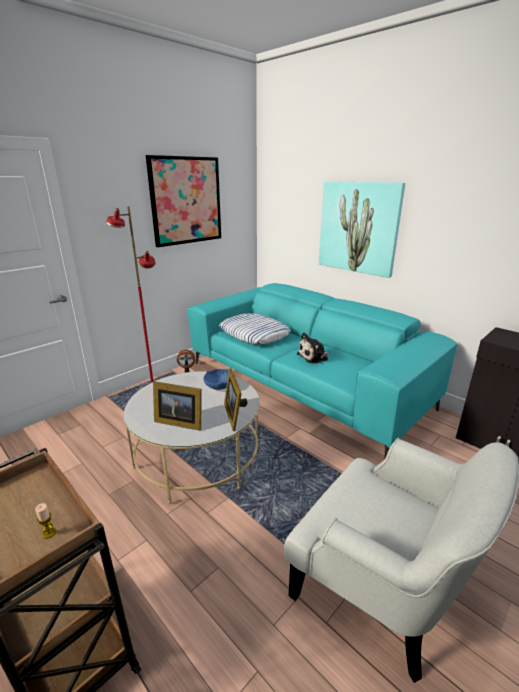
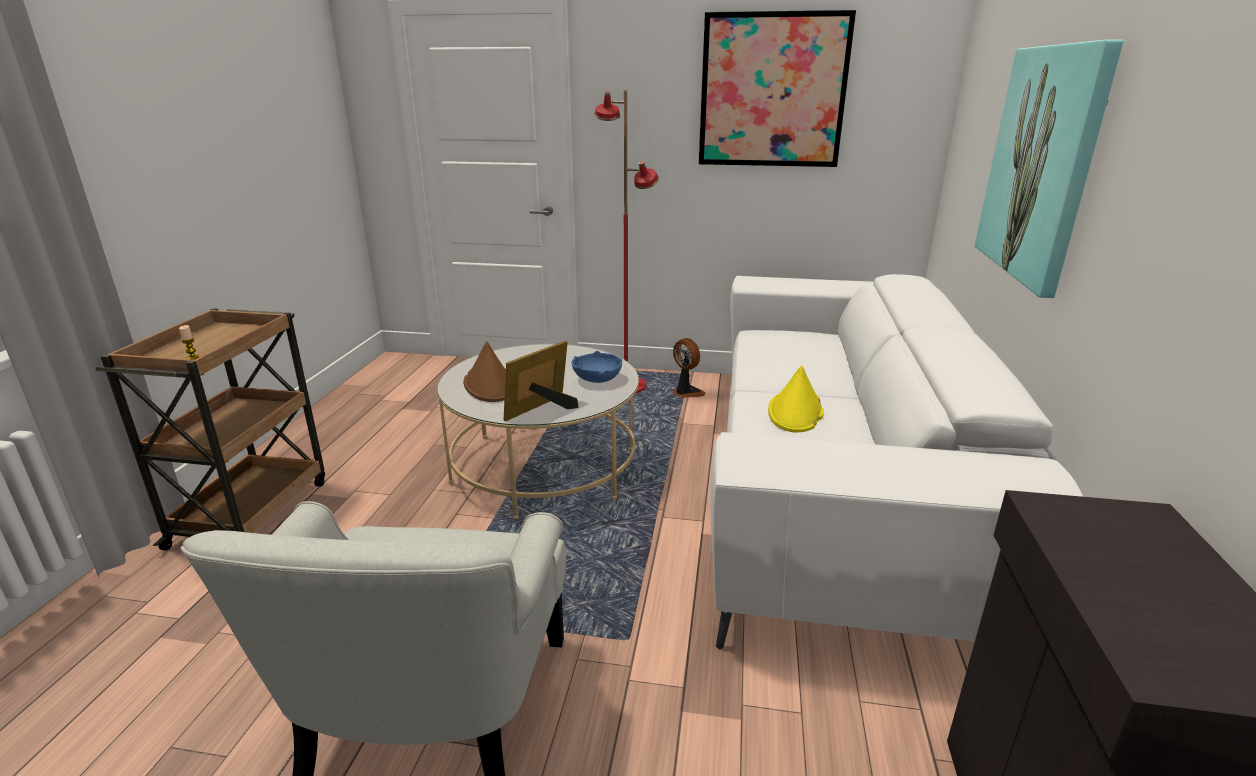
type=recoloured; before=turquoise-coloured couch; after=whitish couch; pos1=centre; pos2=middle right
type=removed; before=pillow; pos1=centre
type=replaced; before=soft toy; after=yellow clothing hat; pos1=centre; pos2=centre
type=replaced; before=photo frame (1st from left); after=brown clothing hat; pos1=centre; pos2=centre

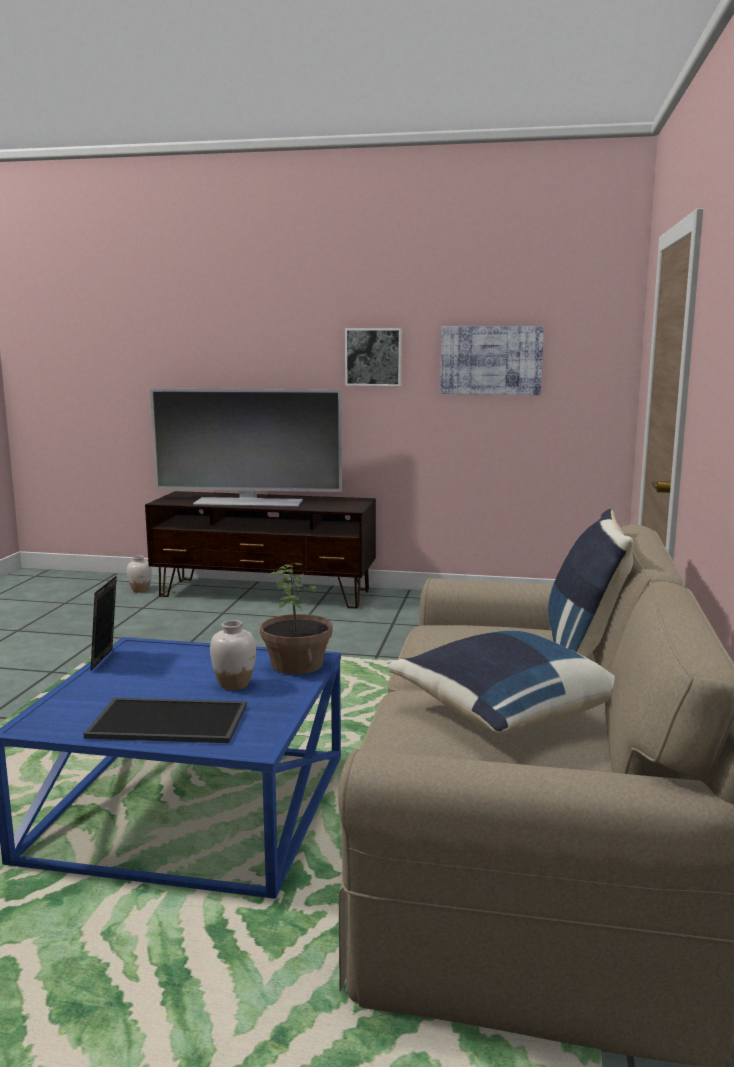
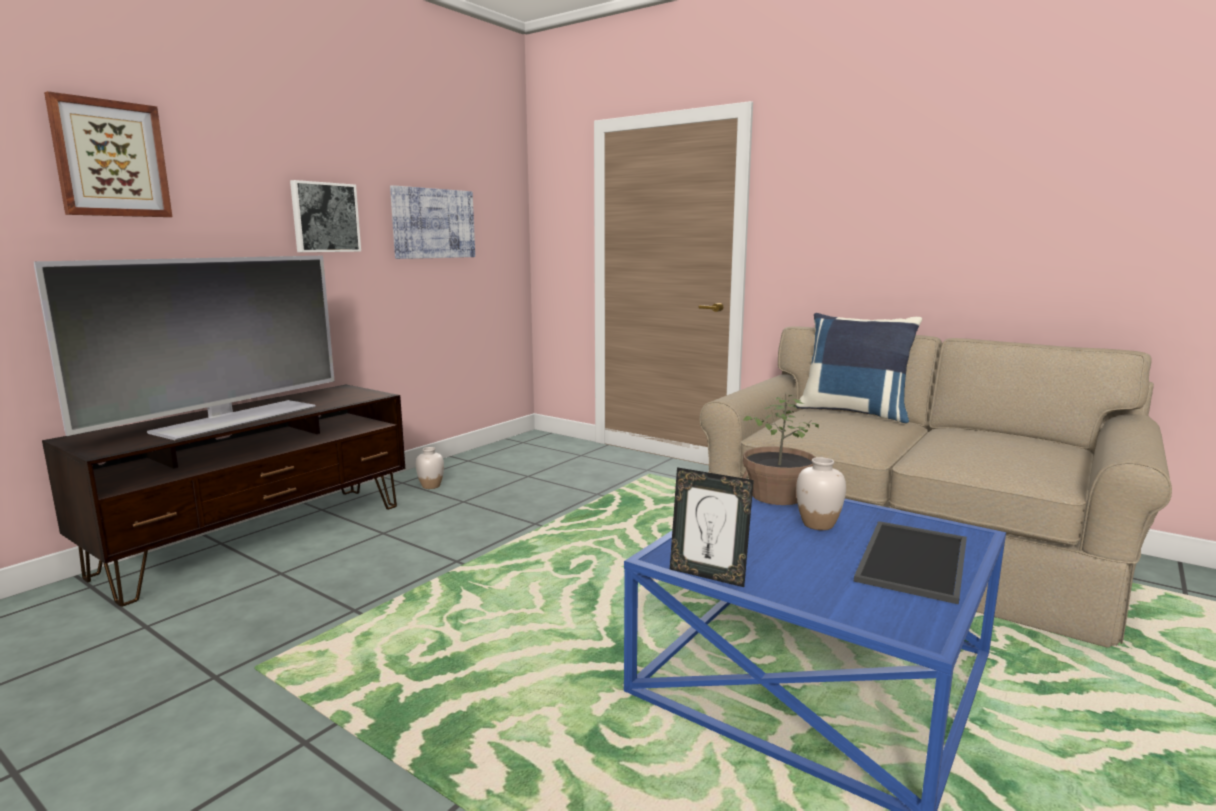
type=moved; before=whitish decorative vase (1st from left); pos1=middle left; pos2=centre
type=removed; before=bluish pillow (1st from left); pos1=middle right
type=added; after=wall art (1st from left); pos2=top left

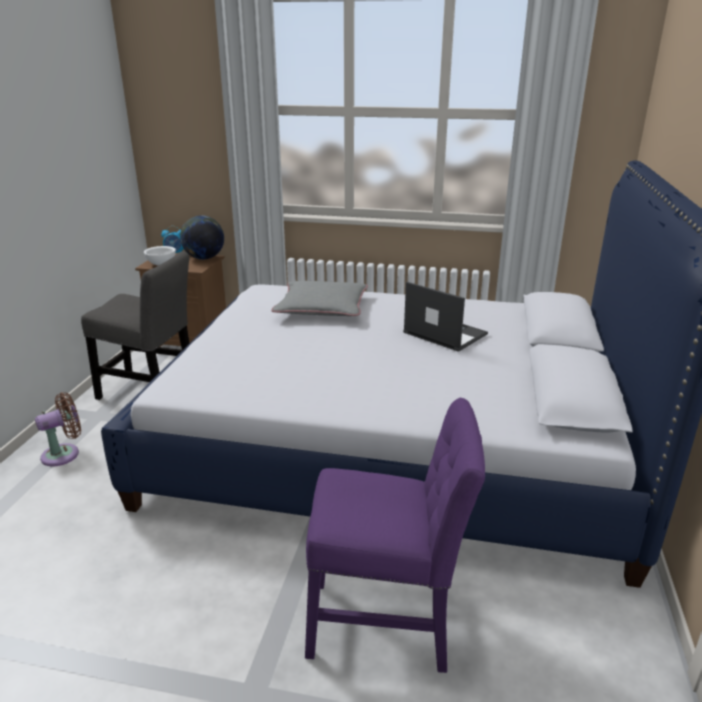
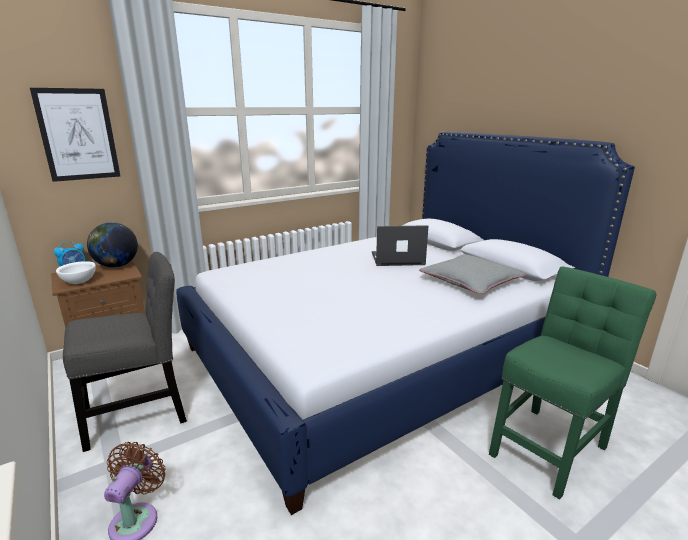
type=moved; before=grey pillow; pos1=centre; pos2=middle right
type=recoloured; before=purplish upright chair; after=green upright chair; pos1=bottom centre; pos2=bottom right
type=added; after=wall art; pos2=top left

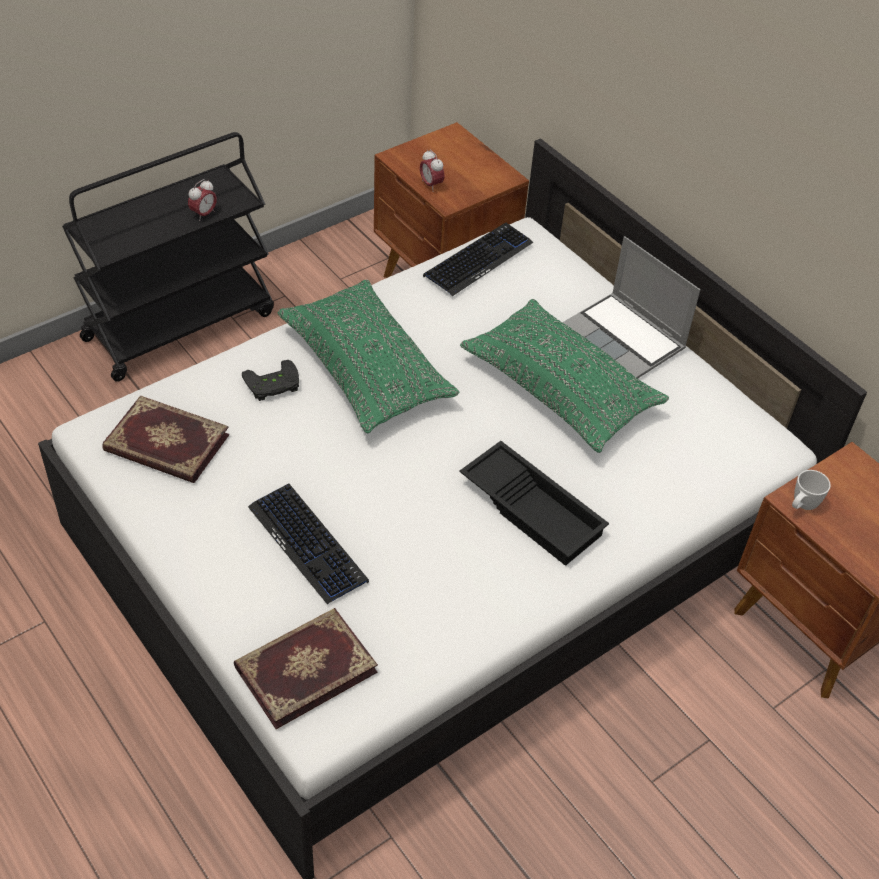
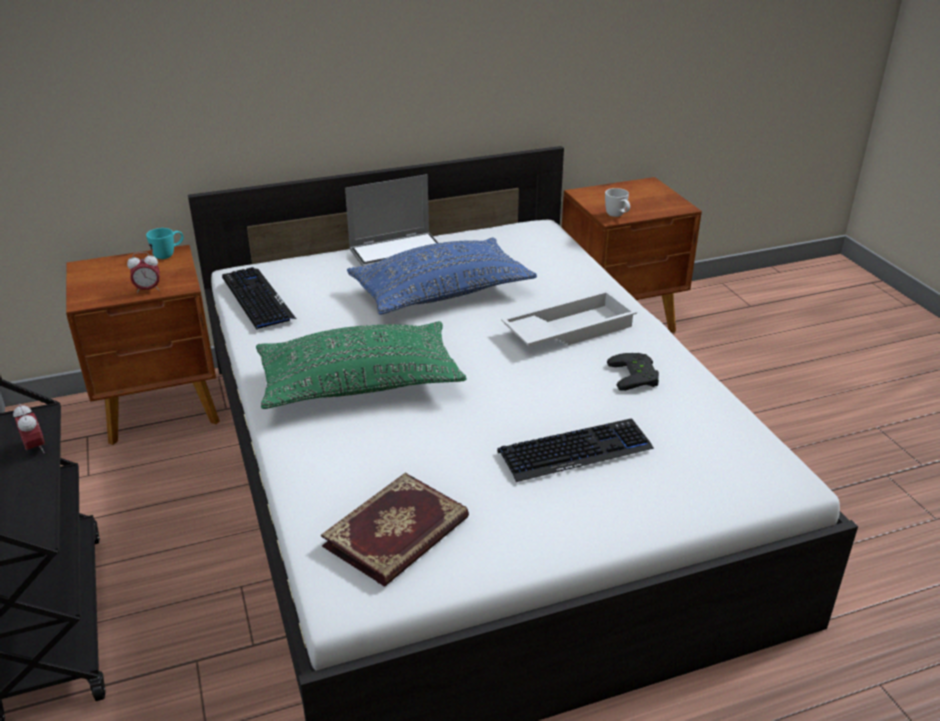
type=recoloured; before=green pillow (2nd from left); after=bluish pillow; pos1=centre; pos2=centre
type=moved; before=black gamepad; pos1=middle left; pos2=middle right
type=recoloured; before=black carrying tray; after=whitish carrying tray; pos1=centre; pos2=centre
type=removed; before=volume (2nd from left); pos1=bottom centre
type=added; after=turquoise-coloured coffee mug; pos2=middle left

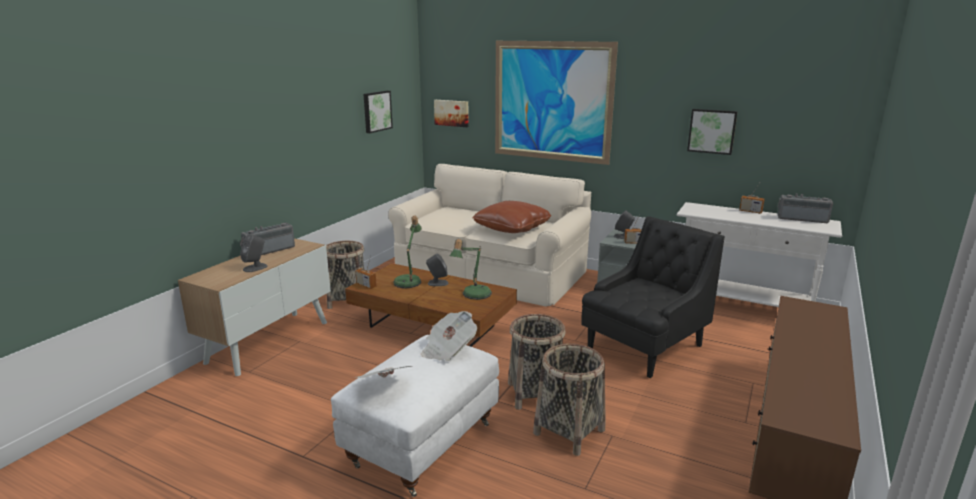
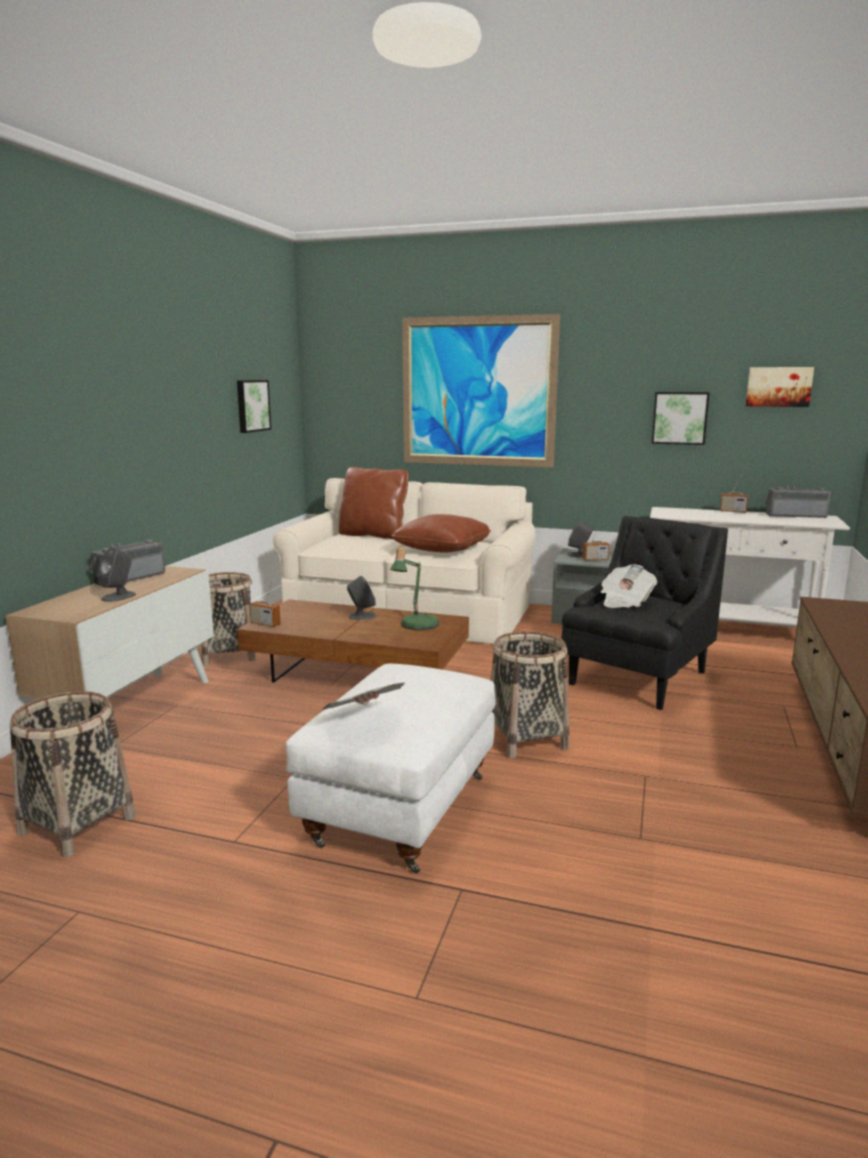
type=moved; before=wall art (2nd from left in the first image); after=wall art (4th from left); pos1=top centre; pos2=middle right
type=removed; before=tabletop lamp (1st from left); pos1=centre
type=moved; before=daily paper (2nd from left); pos1=bottom centre; pos2=middle right
type=moved; before=household basket (3rd from left in the first image); after=household basket (1st from left); pos1=bottom centre; pos2=bottom left
type=added; after=brown pillow (1st from left); pos2=centre

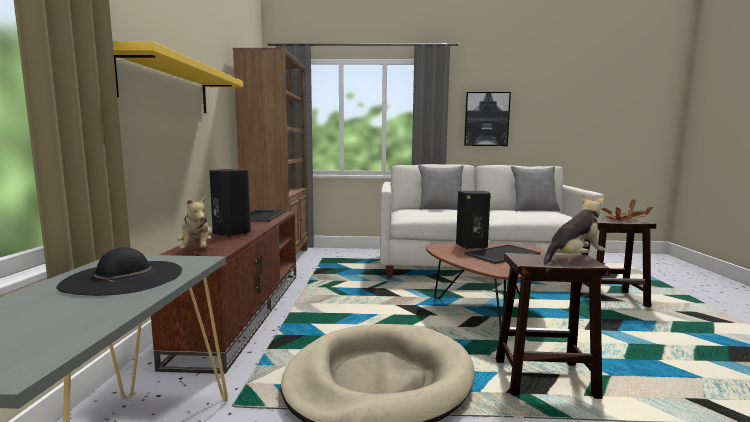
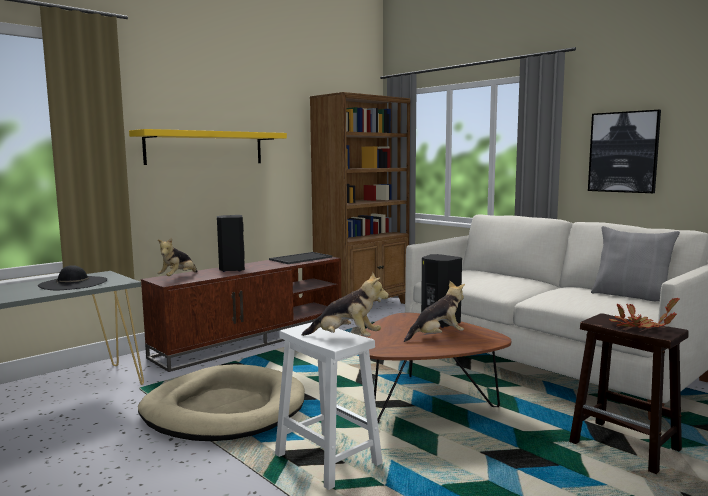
type=removed; before=grey pillow (1st from left); pos1=centre
type=replaced; before=carrying tray (2nd from left); after=soft toy (3rd from left); pos1=middle right; pos2=centre
type=recoloured; before=brown stool (1st from left); after=whitish stool; pos1=bottom right; pos2=bottom centre

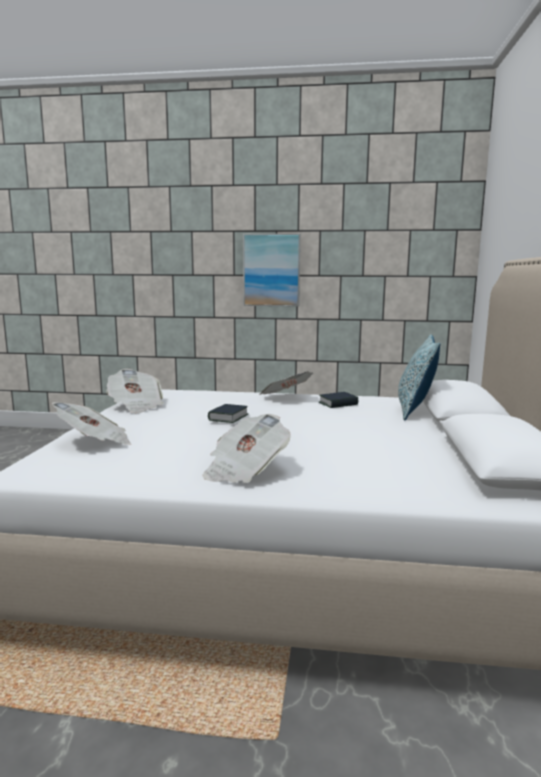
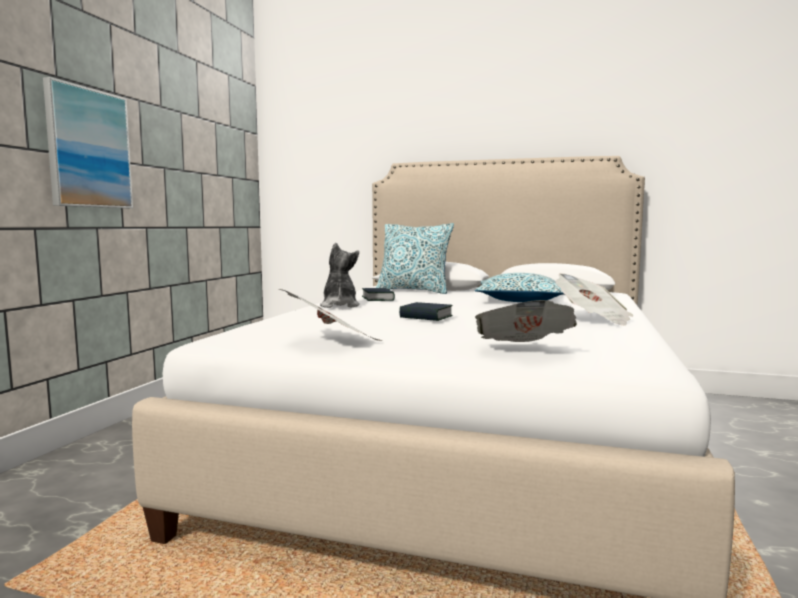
type=replaced; before=daily paper (4th from left); after=soft toy; pos1=centre; pos2=centre
type=added; after=pillow (2nd from left); pos2=centre

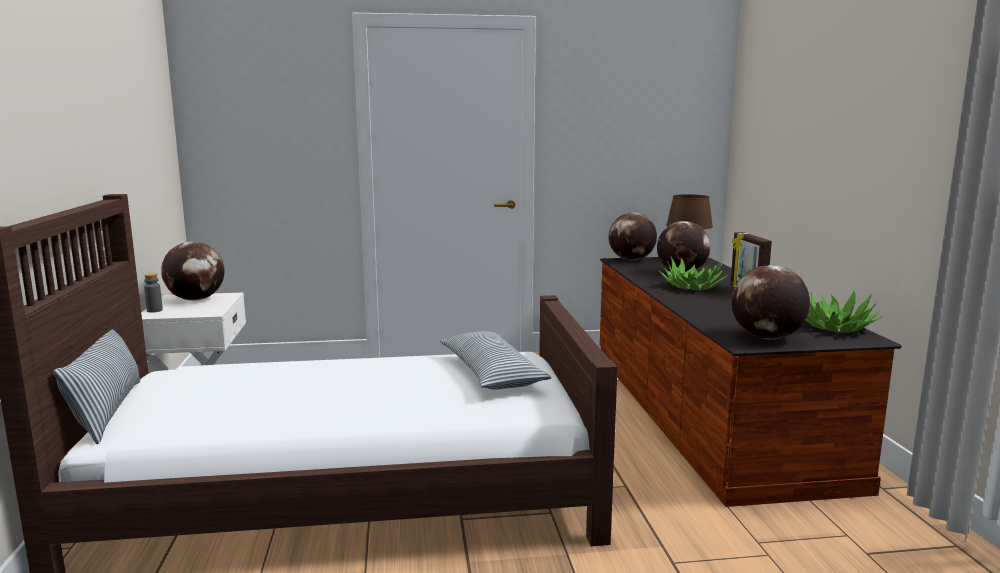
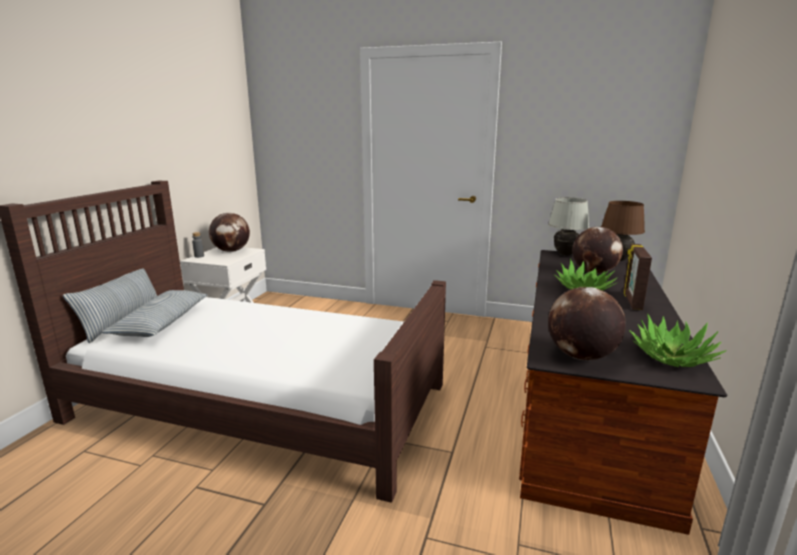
type=replaced; before=world globe (2nd from left); after=whitish tabletop lamp; pos1=centre; pos2=middle right
type=moved; before=pillow (2nd from left); pos1=centre; pos2=middle left

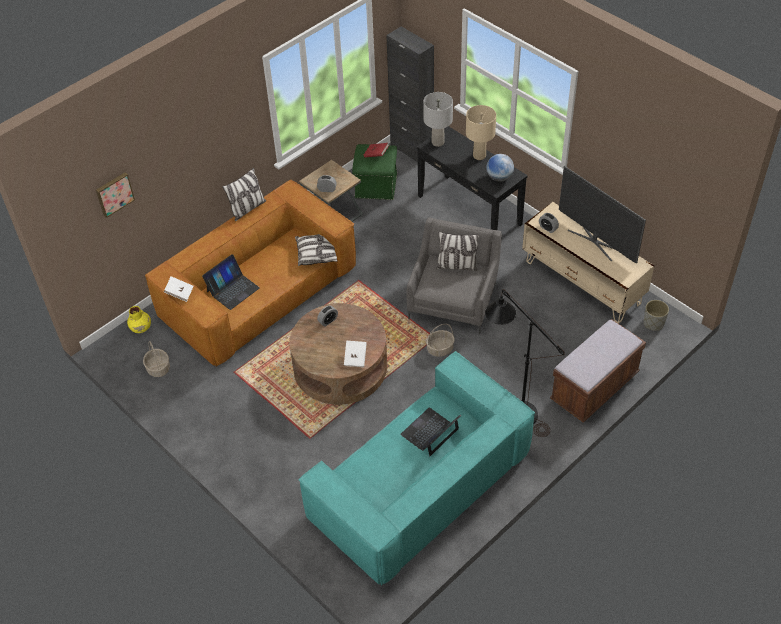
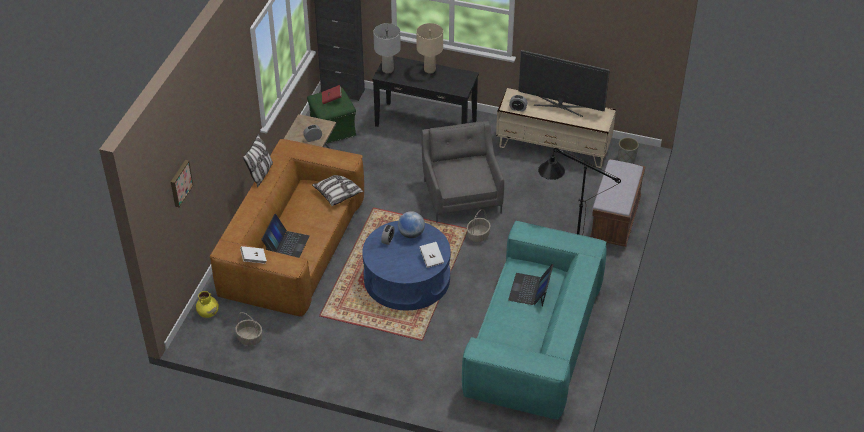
type=moved; before=world globe; pos1=top centre; pos2=centre
type=removed; before=pillow (3rd from left); pos1=centre
type=recoloured; before=brown low table; after=bluish low table; pos1=centre; pos2=centre

